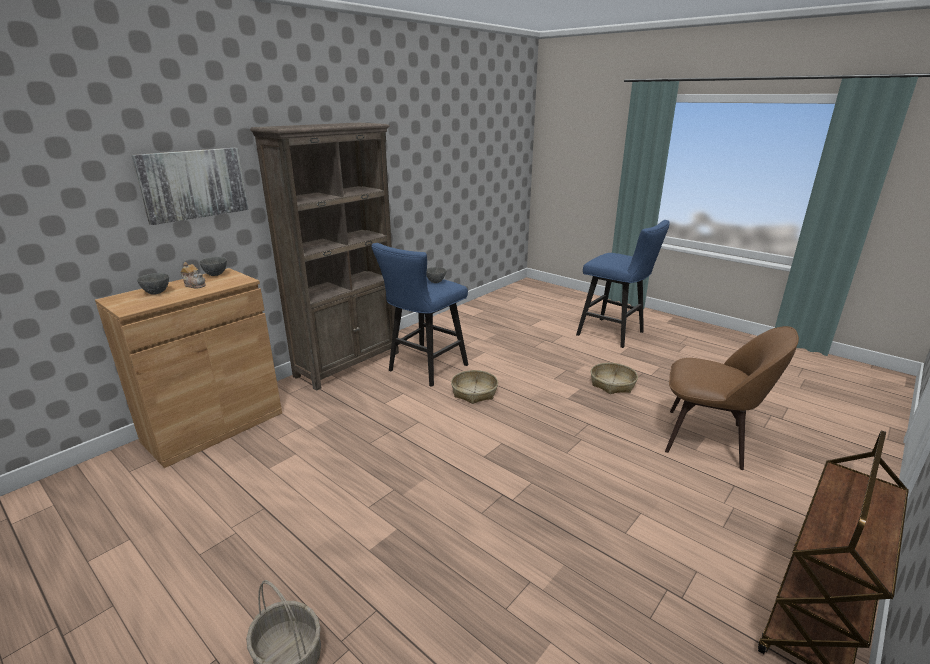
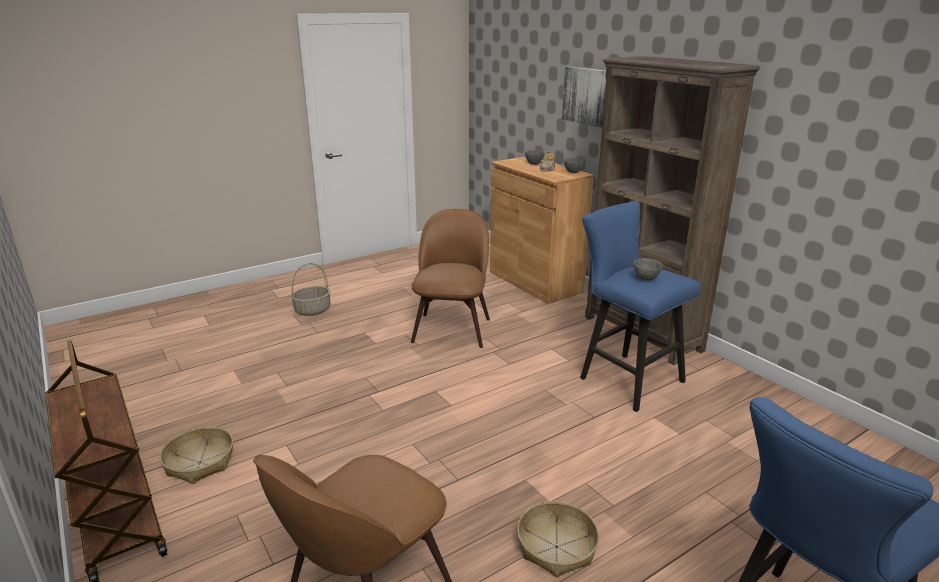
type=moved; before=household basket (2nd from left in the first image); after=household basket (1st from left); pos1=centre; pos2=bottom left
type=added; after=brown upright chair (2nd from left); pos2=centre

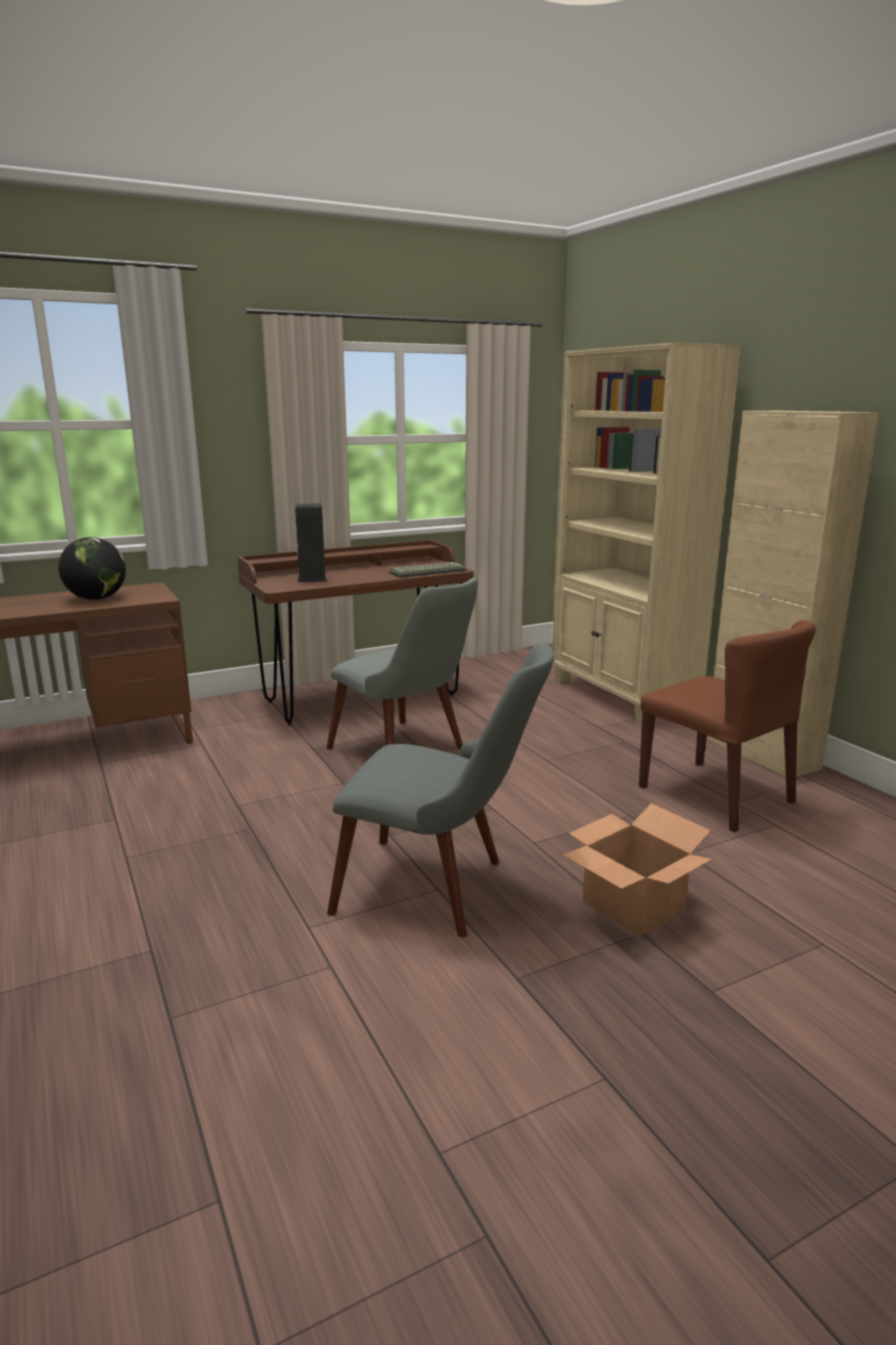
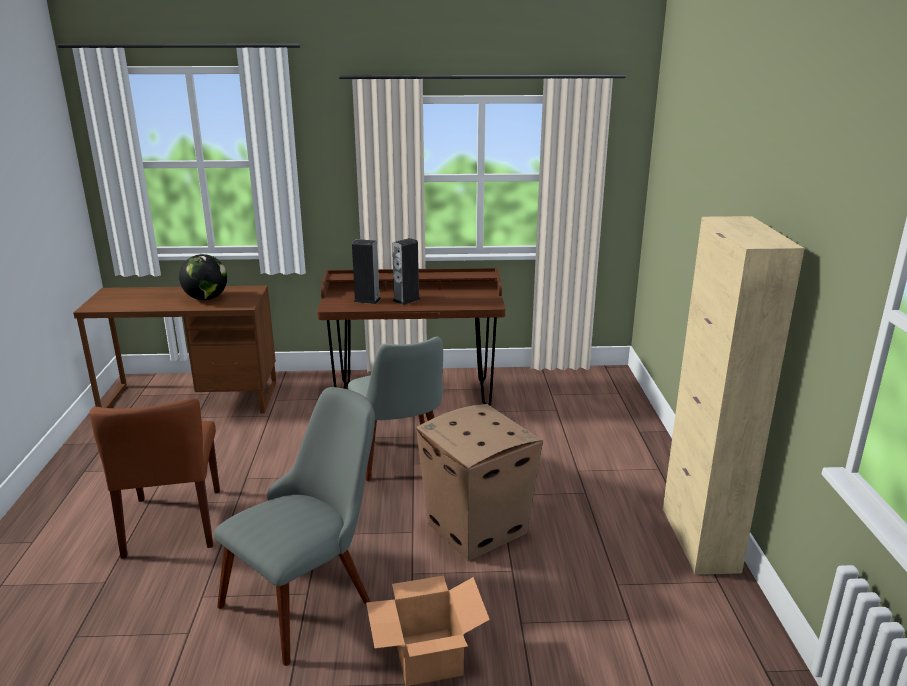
type=removed; before=beige-coloured bookshelf; pos1=middle right
type=removed; before=computer keyboard; pos1=centre
type=moved; before=brown upright chair; pos1=middle right; pos2=bottom left
type=turned; before=grey upright chair (2nd from left in the first image); pos1=centre; pos2=bottom left; turn=-90
type=added; after=loudspeaker (2nd from left); pos2=centre
type=added; after=cardboard box (2nd from left); pos2=bottom centre

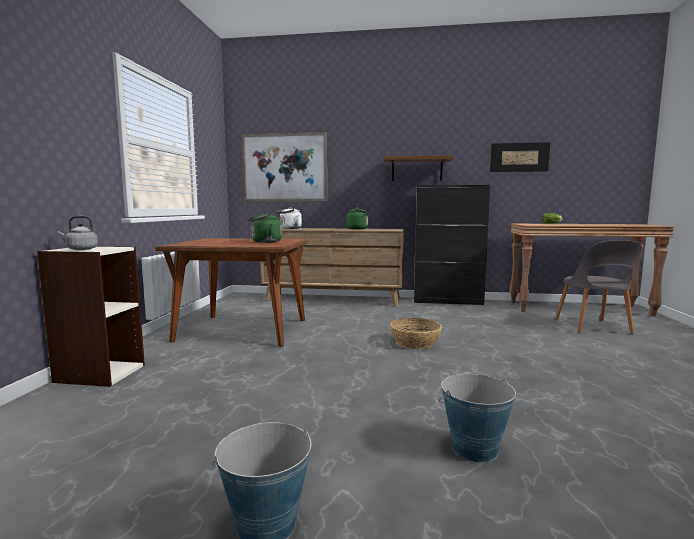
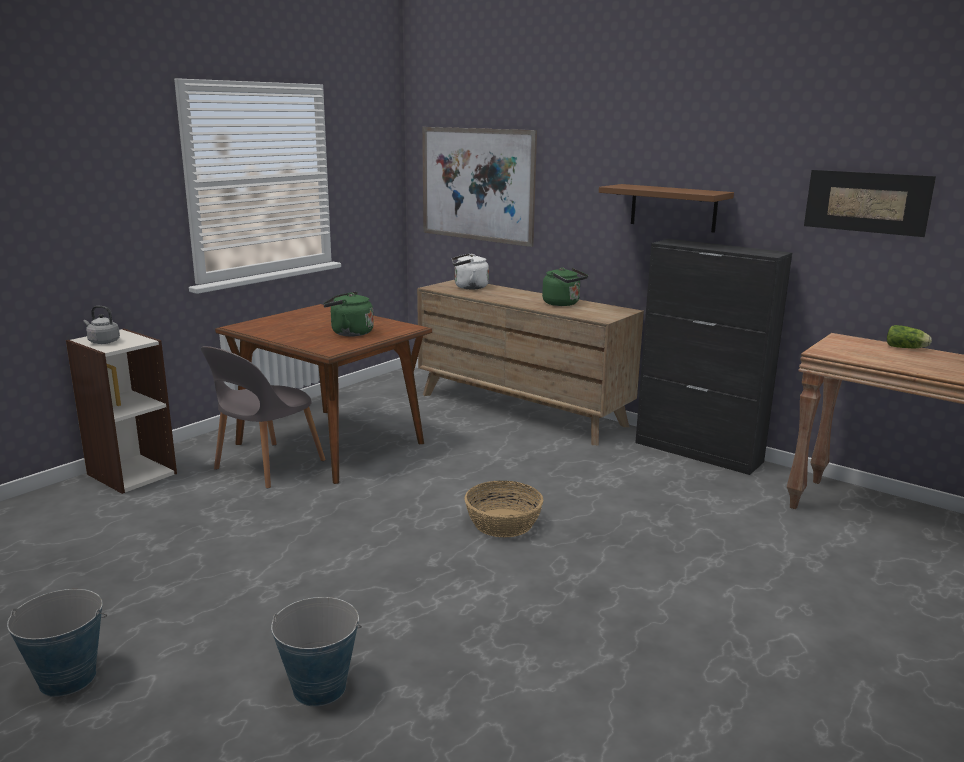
type=moved; before=grey upright chair; pos1=middle right; pos2=middle left

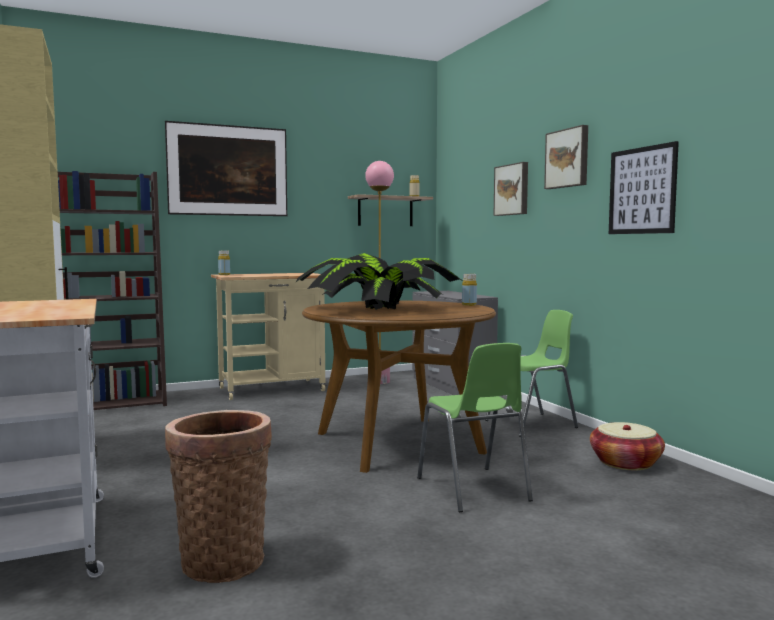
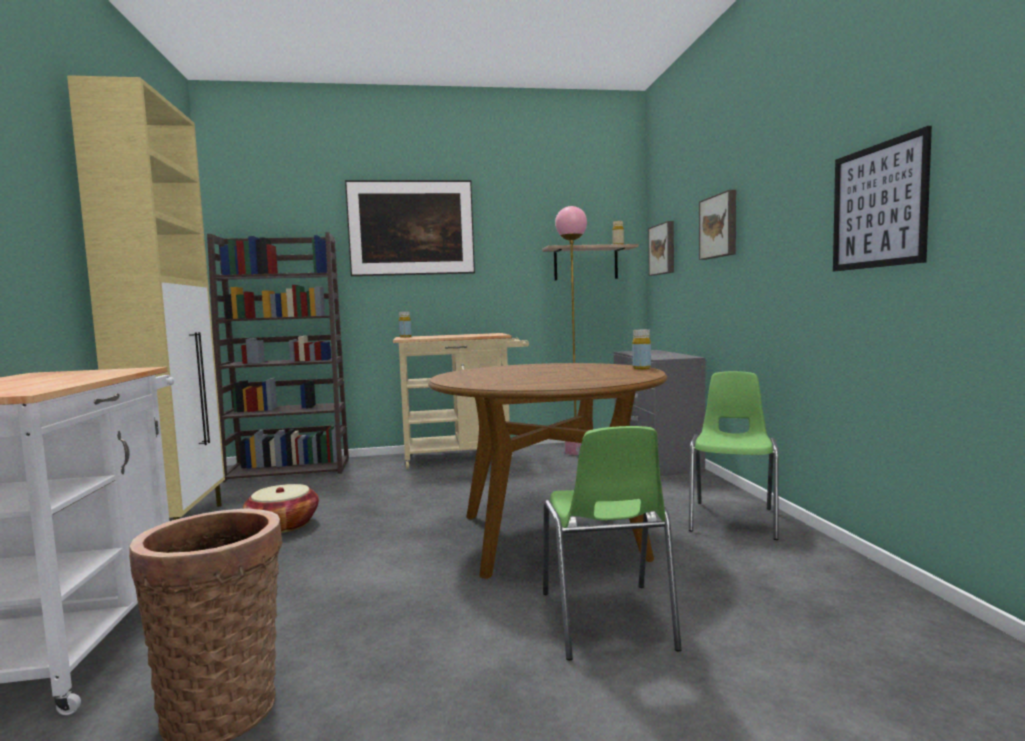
type=moved; before=wall art (3rd from left in the first image); after=wall art (2nd from left); pos1=top right; pos2=centre
type=removed; before=houseplant; pos1=centre
type=turned; before=green upright chair (2nd from left); pos1=middle right; pos2=middle right; turn=-60
type=moved; before=household basket (2nd from left); pos1=bottom right; pos2=bottom left

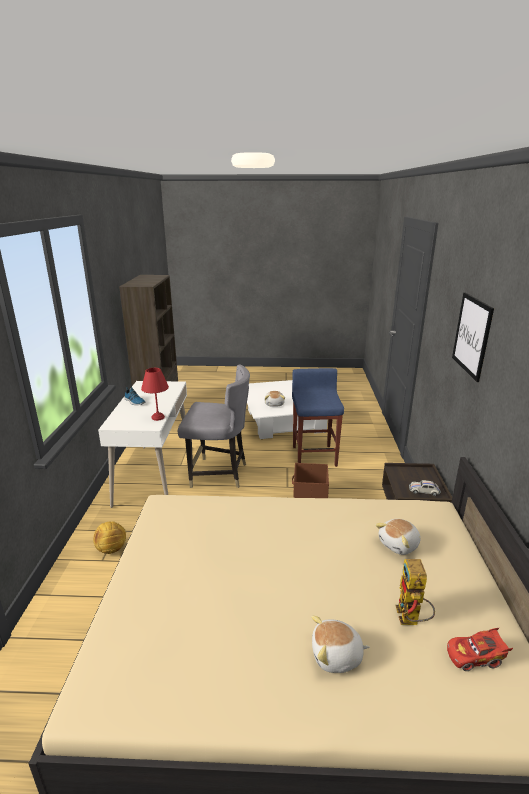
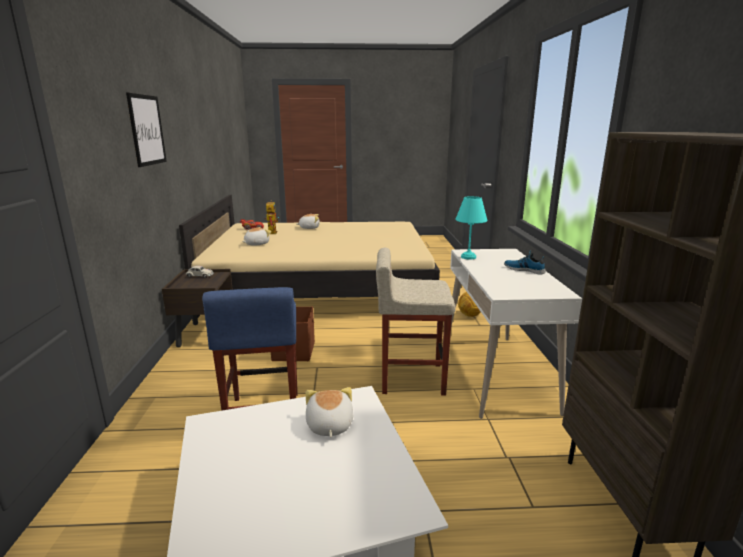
type=replaced; before=grey upright chair; after=beige-coloured stool; pos1=centre; pos2=centre
type=recoloured; before=reddish tabletop lamp; after=turquoise-coloured tabletop lamp; pos1=middle left; pos2=centre

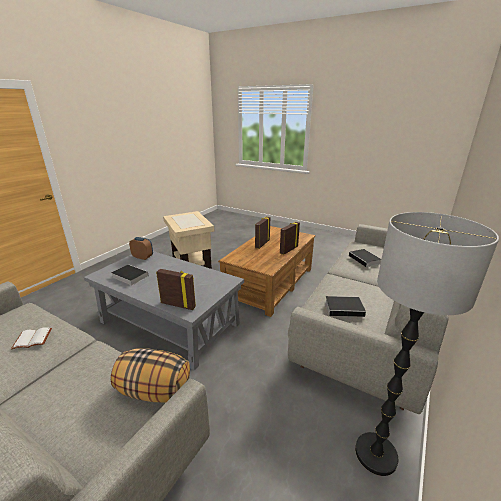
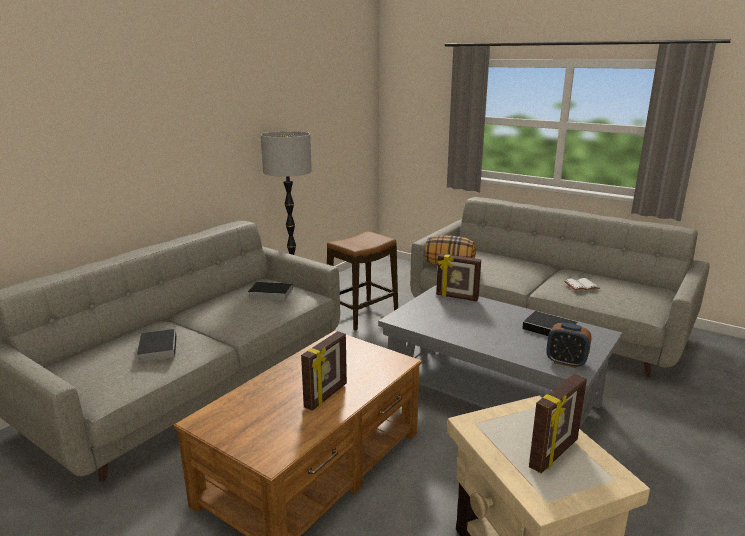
type=moved; before=photo frame (3rd from left); pos1=centre; pos2=bottom right
type=added; after=stool; pos2=centre

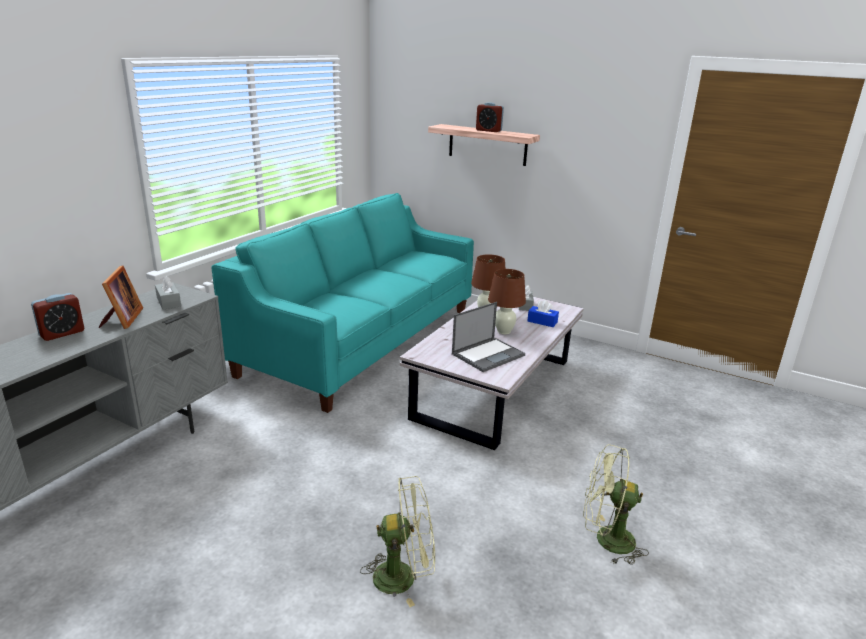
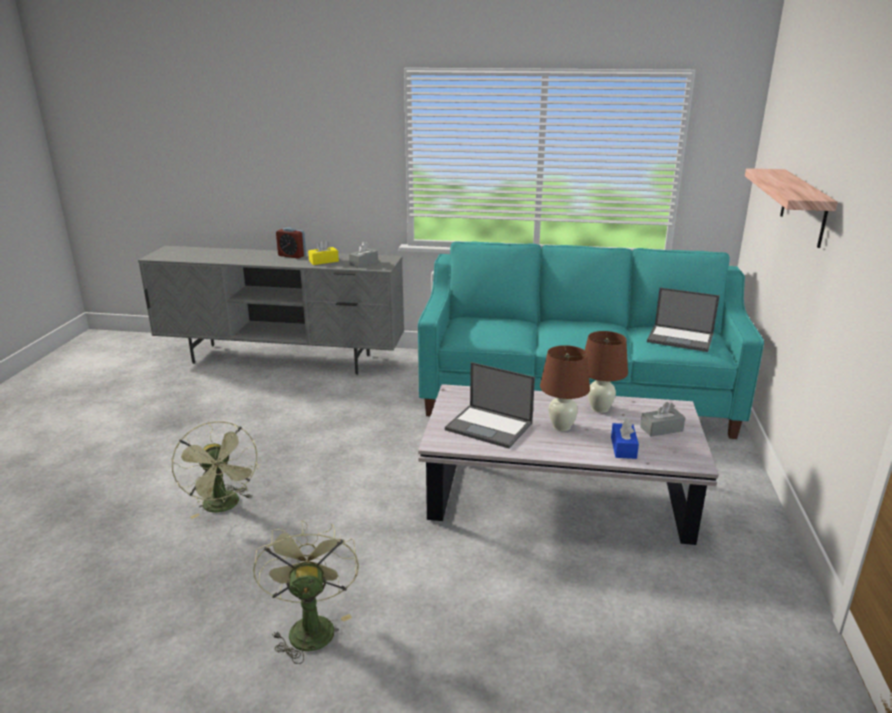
type=removed; before=alarm clock (2nd from left); pos1=top centre
type=replaced; before=photo frame; after=yellow box of tissues; pos1=middle left; pos2=centre
type=added; after=portable computer (2nd from left); pos2=middle right

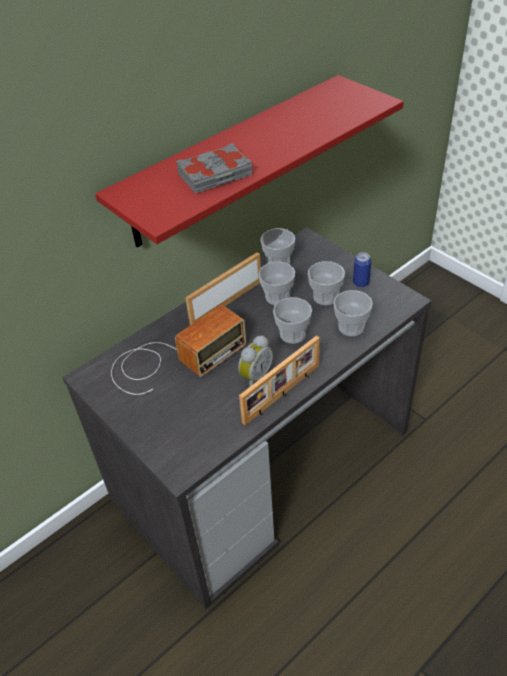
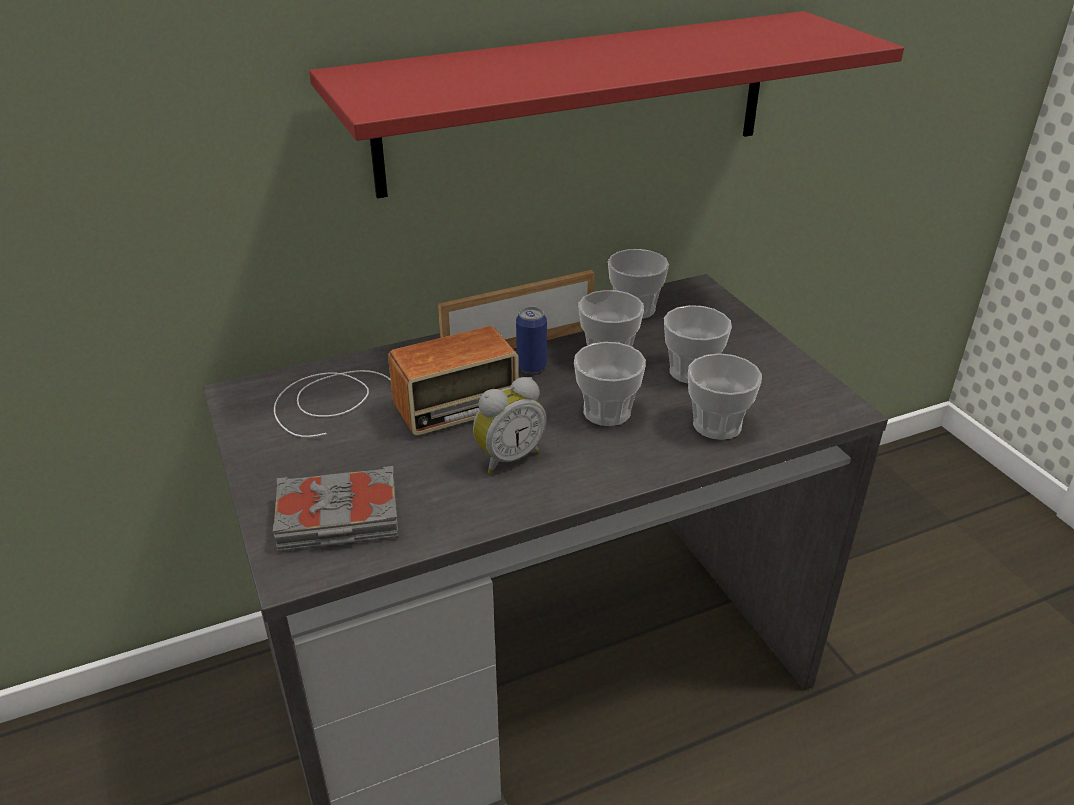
type=moved; before=grey volume; pos1=top centre; pos2=middle left
type=moved; before=metal can; pos1=middle right; pos2=centre
type=removed; before=photo frame (2nd from left); pos1=centre

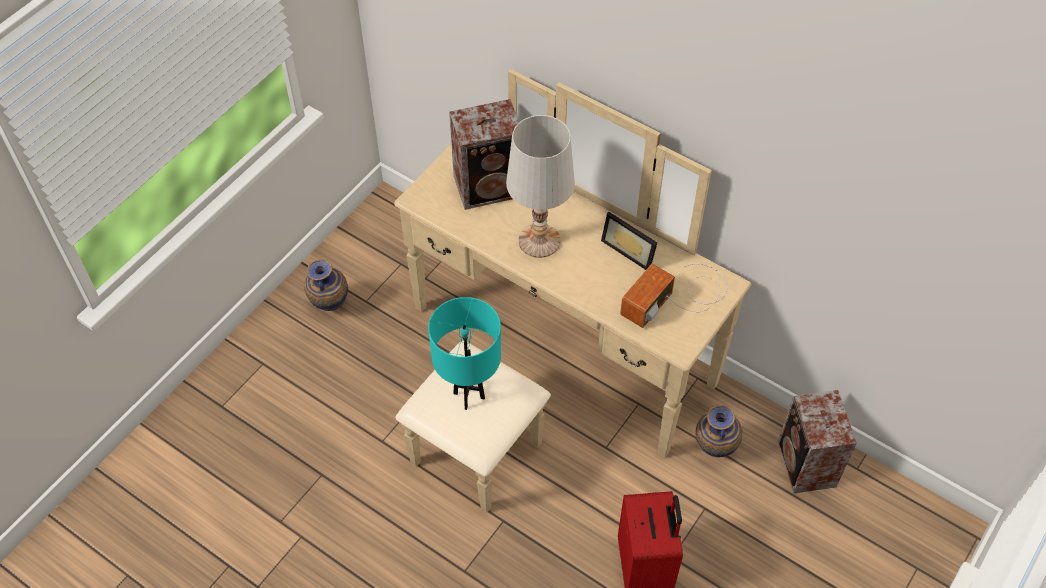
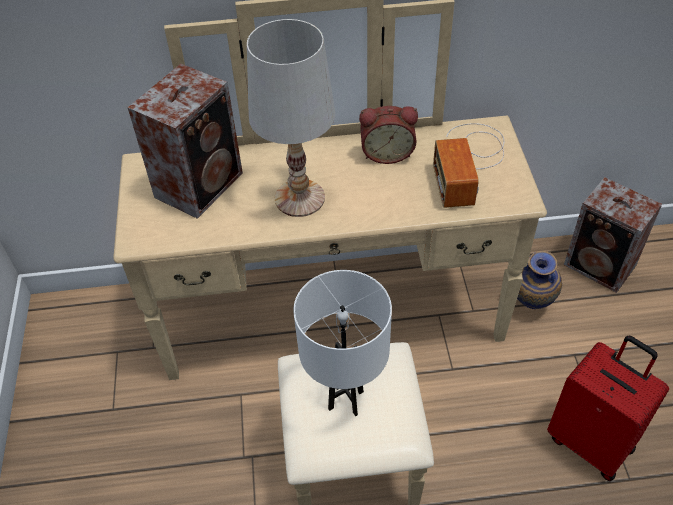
type=replaced; before=photo frame; after=alarm clock; pos1=centre; pos2=top centre
type=removed; before=decorative vase (1st from left); pos1=middle left
type=recoloured; before=turquoise-coloured tabletop lamp; after=whitish tabletop lamp (2nd from left); pos1=centre; pos2=bottom centre

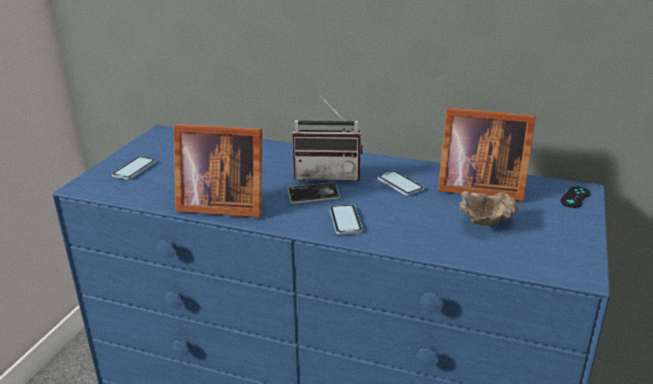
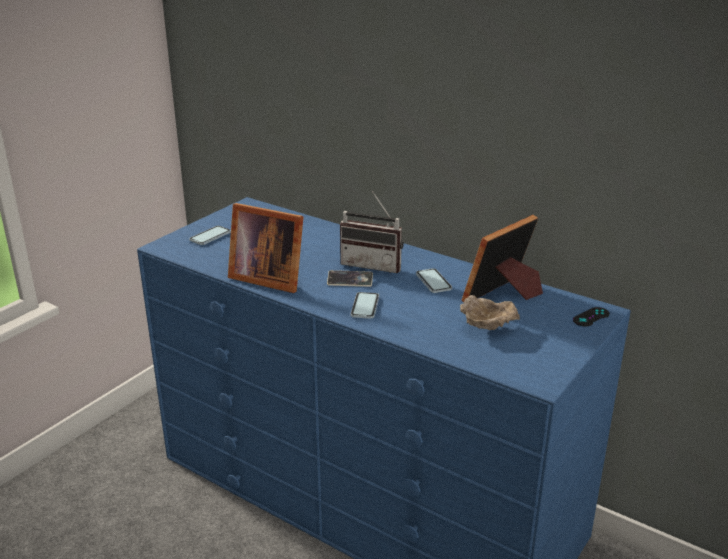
type=turned; before=photo frame (2nd from left); pos1=middle right; pos2=middle right; turn=105

